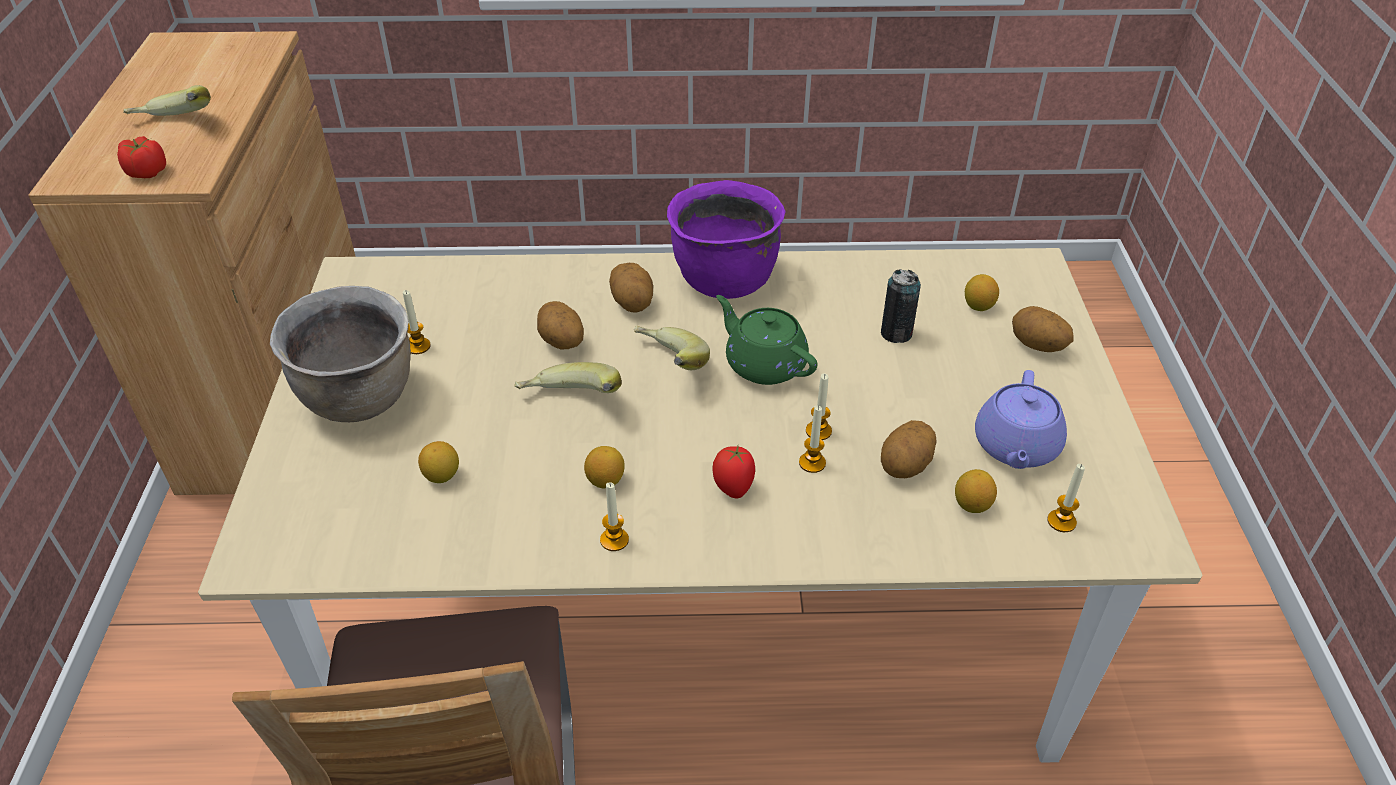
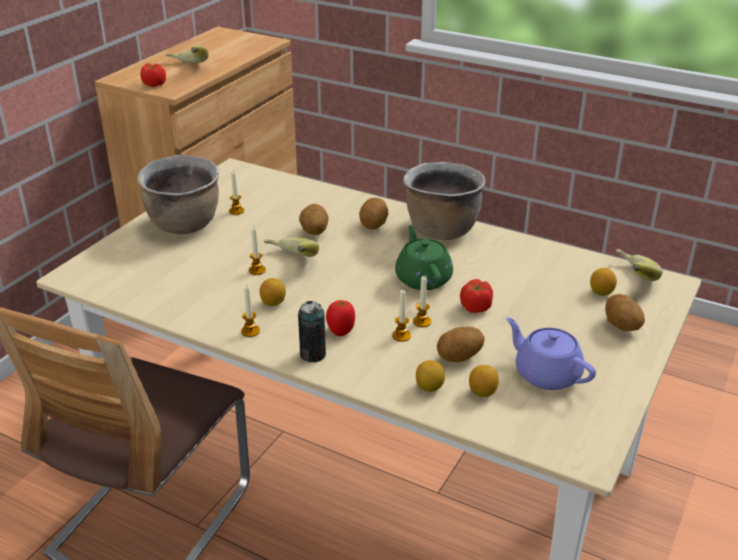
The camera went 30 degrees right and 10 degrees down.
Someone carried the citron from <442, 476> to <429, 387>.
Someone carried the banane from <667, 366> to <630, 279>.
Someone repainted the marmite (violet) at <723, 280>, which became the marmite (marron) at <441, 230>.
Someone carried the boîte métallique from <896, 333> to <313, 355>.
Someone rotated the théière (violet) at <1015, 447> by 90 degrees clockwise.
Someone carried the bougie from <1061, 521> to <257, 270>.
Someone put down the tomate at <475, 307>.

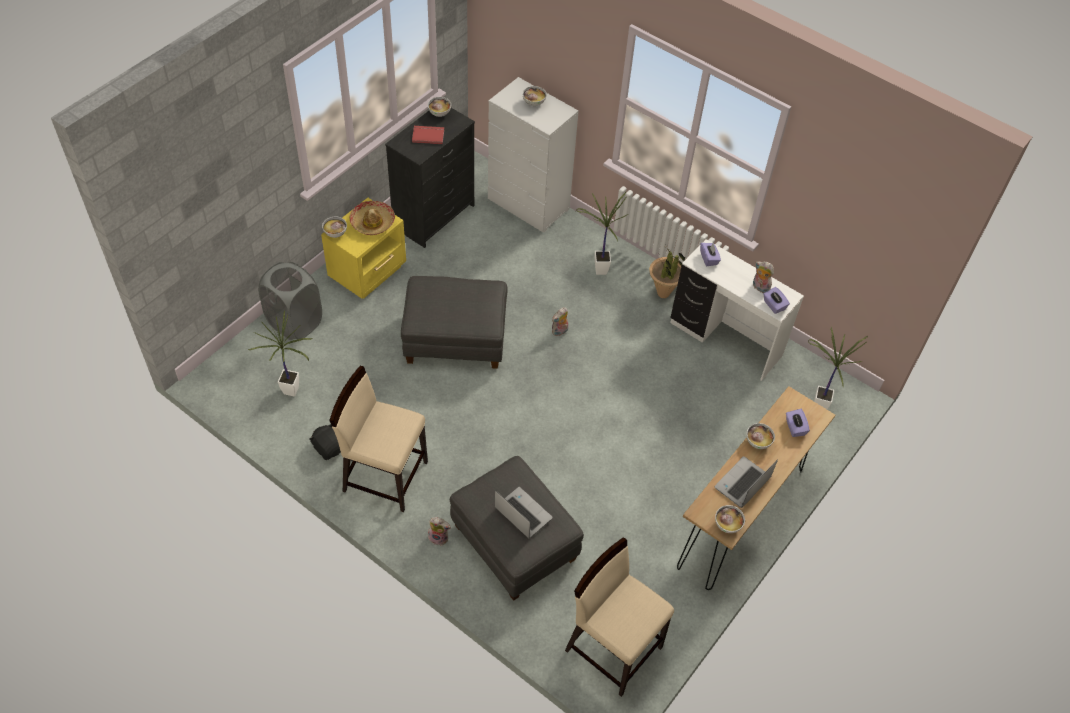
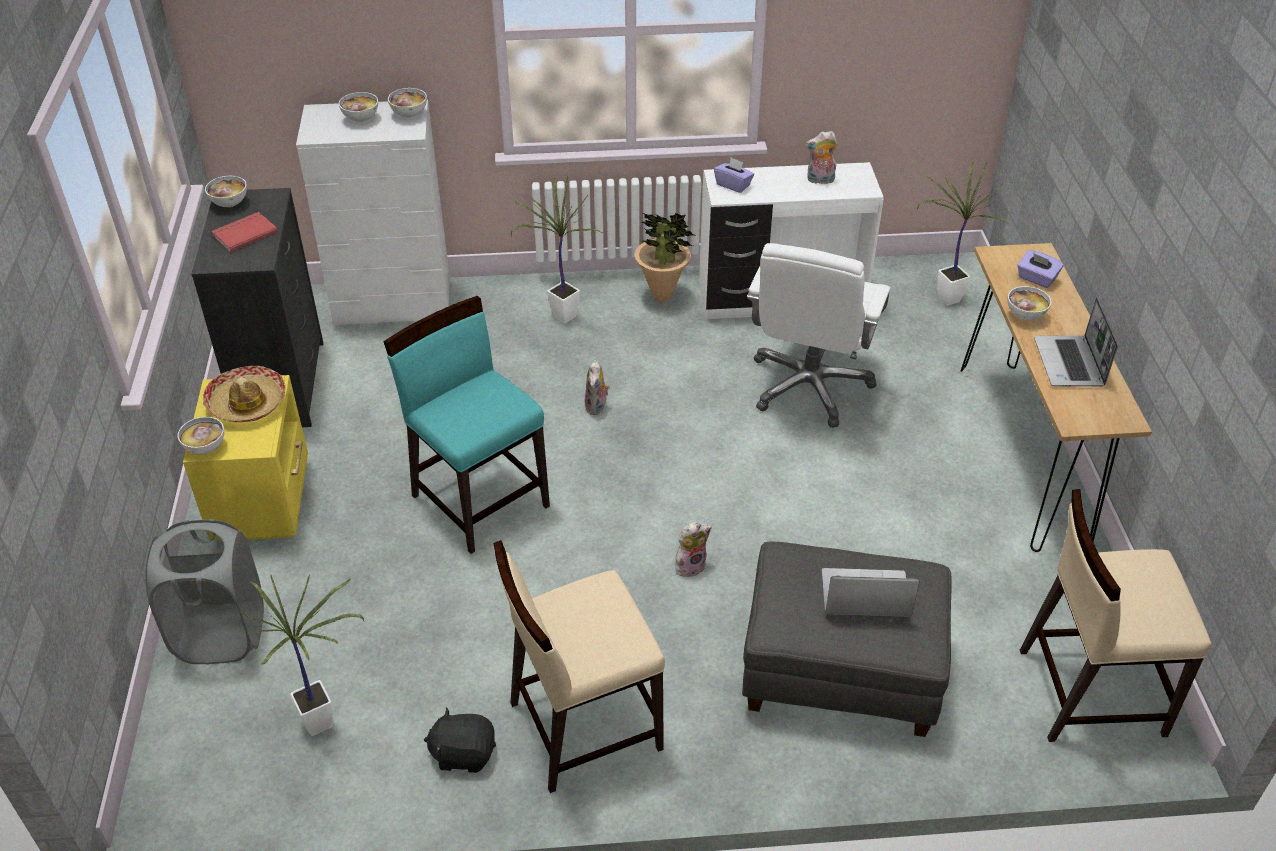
The camera went 40 degrees left and 10 degrees down.
Someone swapped the pouf (gris) at <456, 339> for the chaise (turquoise) at <480, 499>.
Someone carried the peluche from <439, 537> to <690, 565>.
Someone carried the bol from <727, 525> to <409, 114>.
Someone took away the boîte à mouchoirs (violet) at <774, 305>.
Someone put down the chaise de bureau (blanc) at <809, 386>.

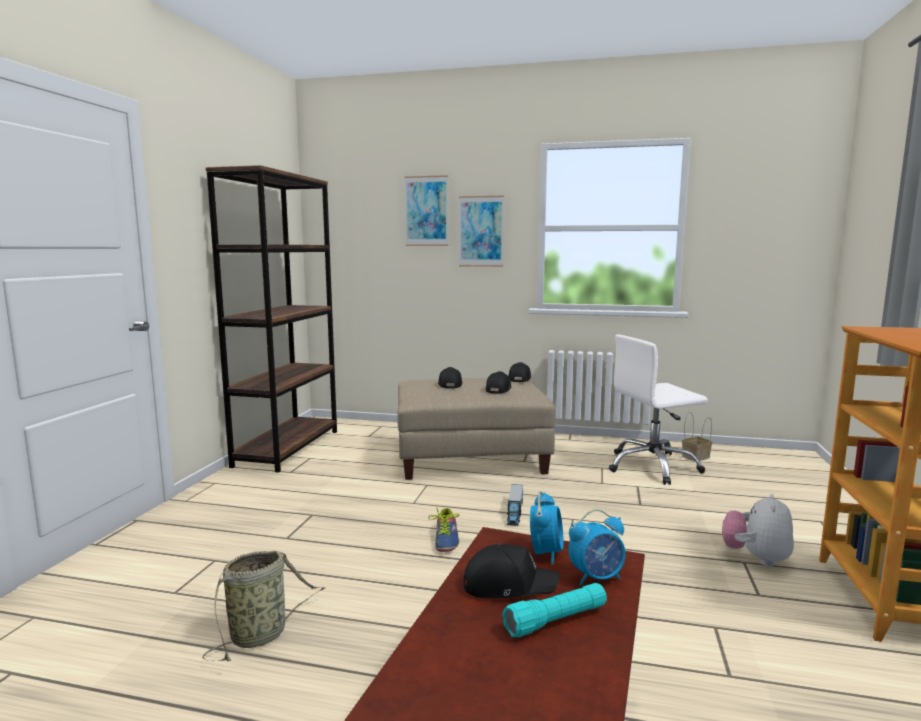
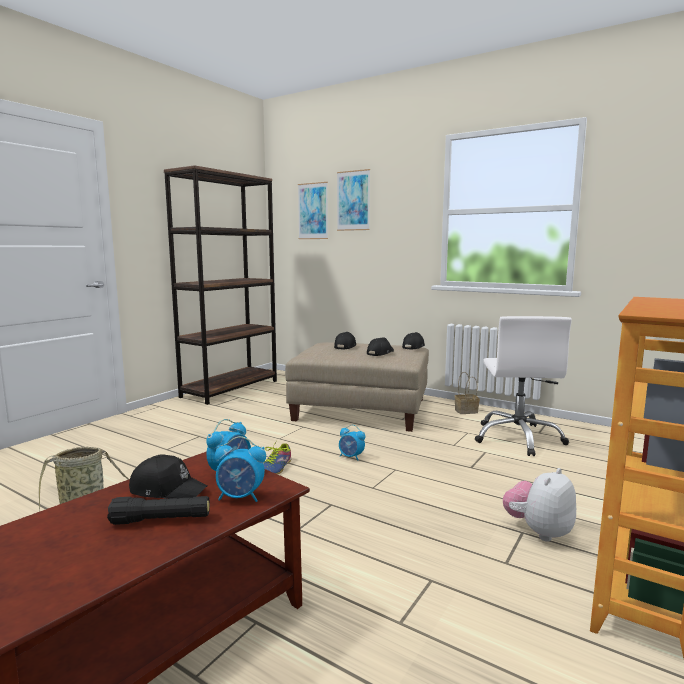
The camera went 20 degrees right and 0 degrees up.
Someone carried the tableau from <481, 231> to <313, 211>.
Someone repainted the lampe de poche (turquoise) at <556, 620>, which became the lampe de poche (noir) at <161, 520>.
Someone swapped the camion jouet at <515, 512> for the réveil at <351, 457>.
Someone rotated the chaise de bureau (blanc) at <652, 467> by 90 degrees counterclockwise.
Someone carried the panier from <696, 456> to <466, 411>.

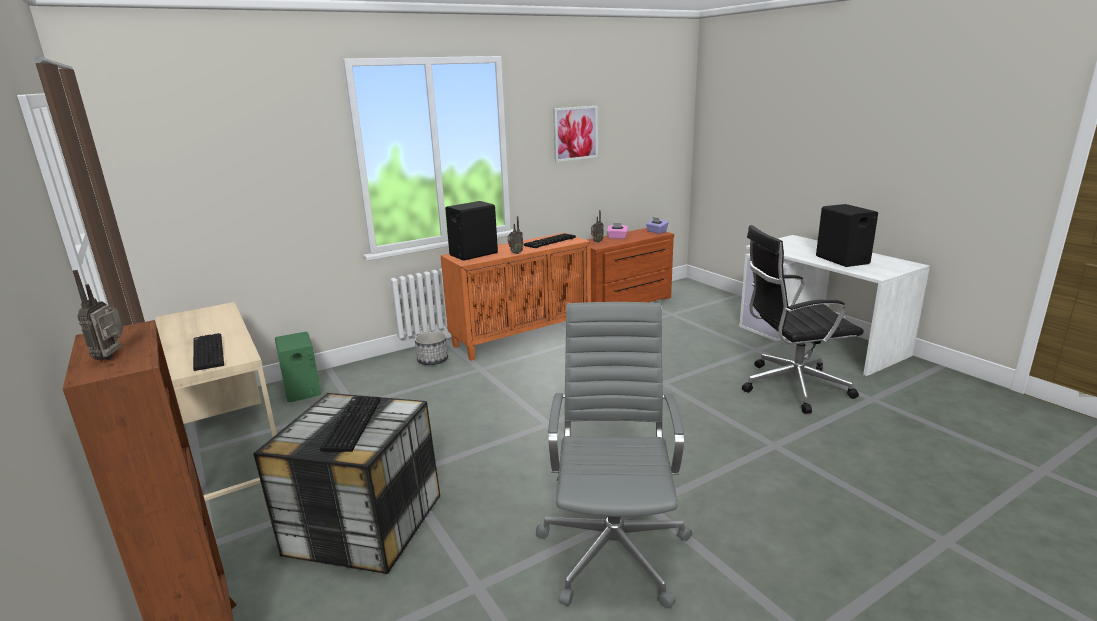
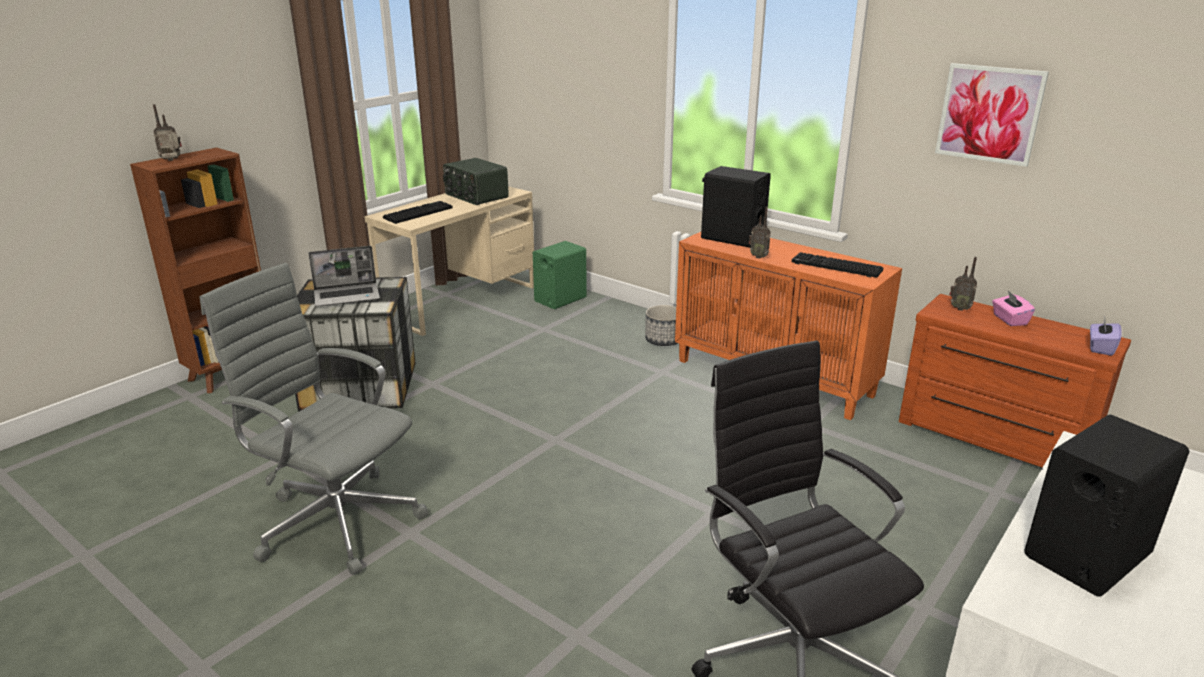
The camera went 70 degrees right and 5 degrees up.
Someone swapped the clavier at <351, 423> for the ordinateur portable at <348, 296>.
Someone rotated the chaise de bureau (gris) at <614, 548> by 135 degrees counterclockwise.
Someone put down the radio at <475, 196>.

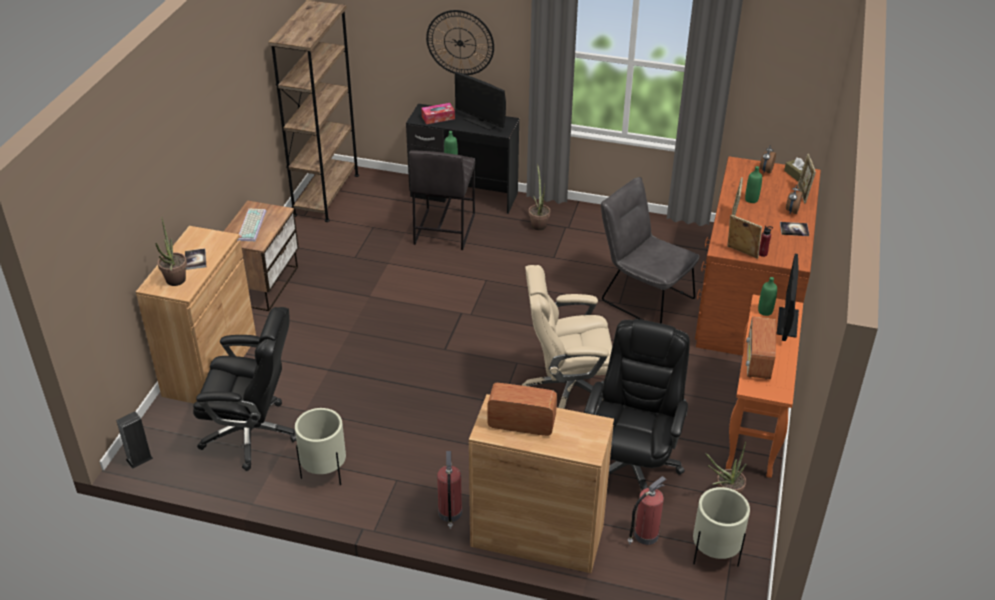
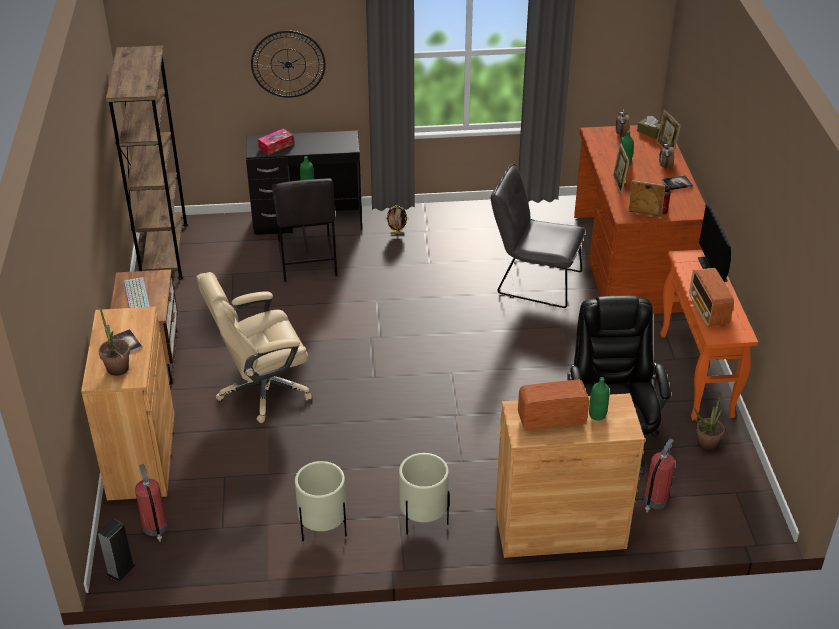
The camera went 20 degrees left and 0 degrees up.
Someone took away the chaise de bureau (noir) at <252, 434>.
Someone carried the extincteur from <450, 514> to <155, 528>.
Someone took away the écran d'ordinateur at <481, 121>.
Someone carried the chaise de bureau (beige) from <567, 389> to <262, 390>.
Someone swapped the plante en pot at <538, 223> for the cadre photo at <397, 233>.
Someone carried the cache-pot (beige) from <714, 554> to <423, 520>.
Someone carried the bouteille (vert) from <765, 311> to <597, 415>.

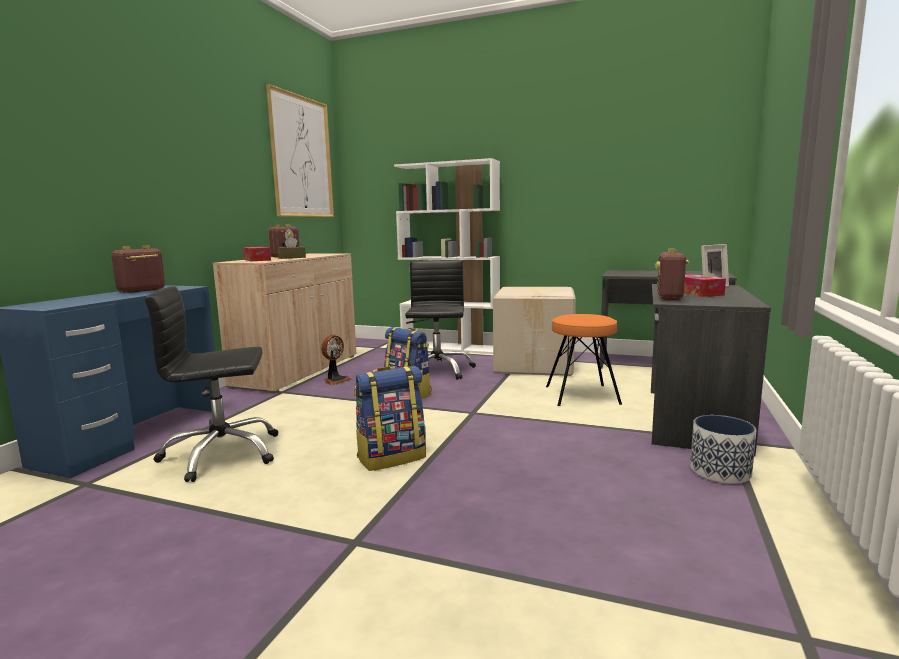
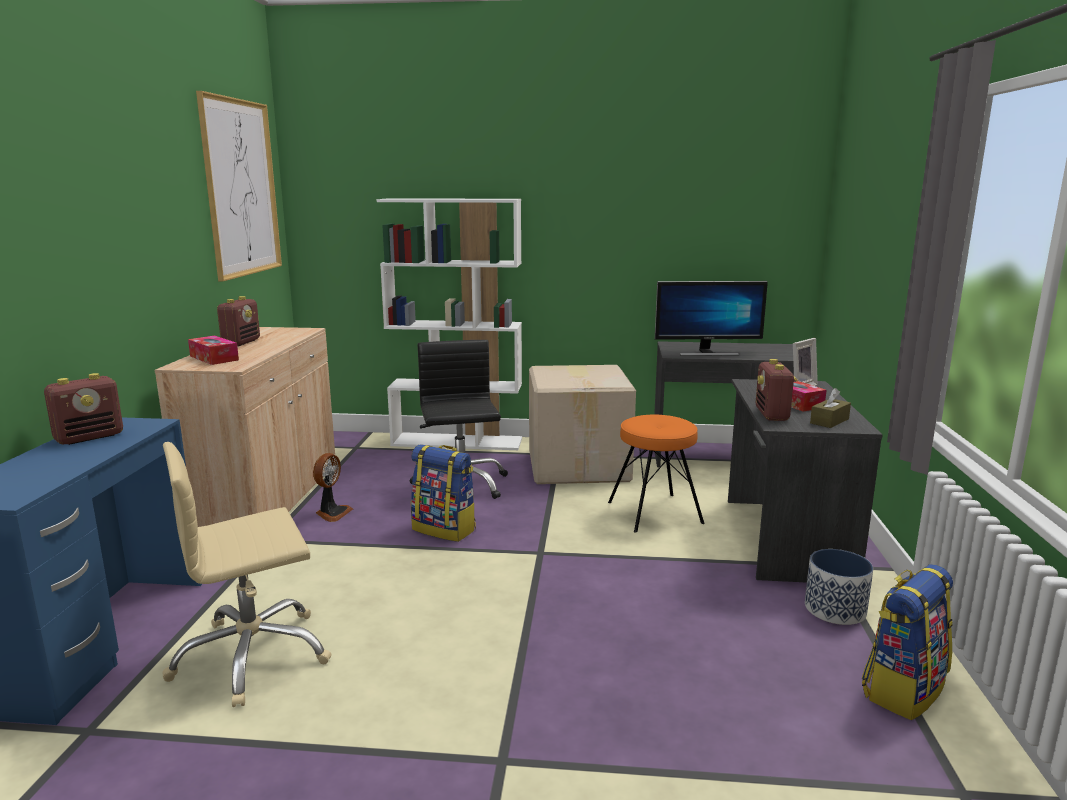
The camera went 15 degrees left and 5 degrees up.
Someone rotated the radio at <141, 290> by 150 degrees counterclockwise.
Someone repainted the chaise de bureau (noir) at <221, 454>, which became the chaise de bureau (beige) at <252, 656>.
Someone carried the boîte à mouchoirs (marron) from <292, 258> to <829, 421>.
Someone carried the sac à dos from <391, 457> to <902, 689>.
Someone put down the écran d'ordinateur at <707, 353>.

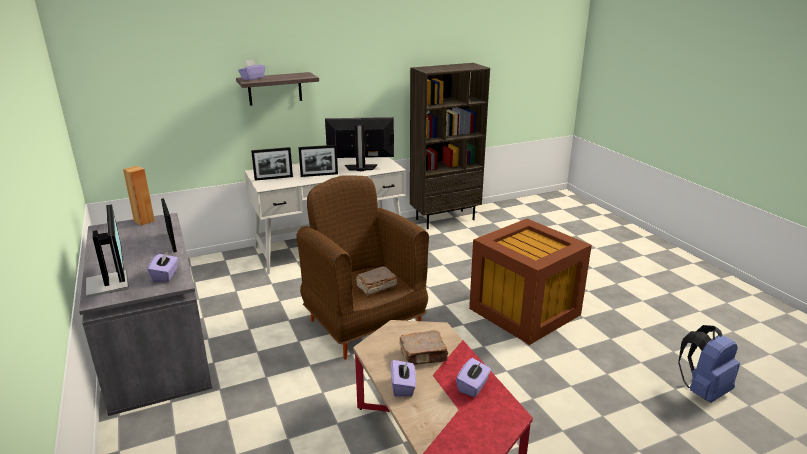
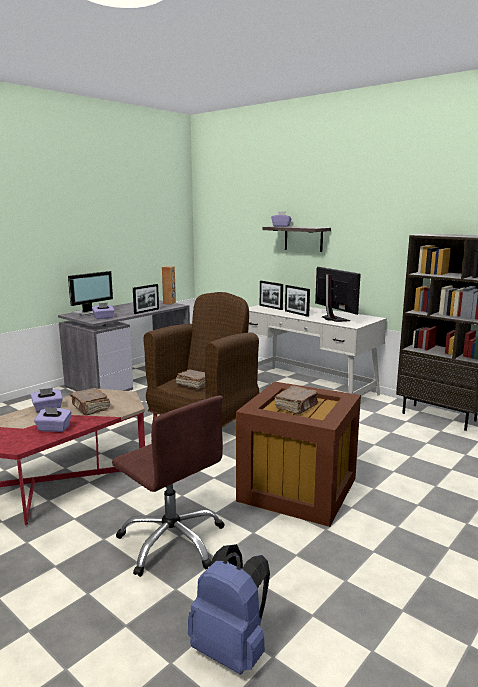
The camera went 65 degrees right and 10 degrees down.
Someone put down the chaise de bureau (marron) at <172, 541>.
Someone put down the livre (marron) at <297, 407>.

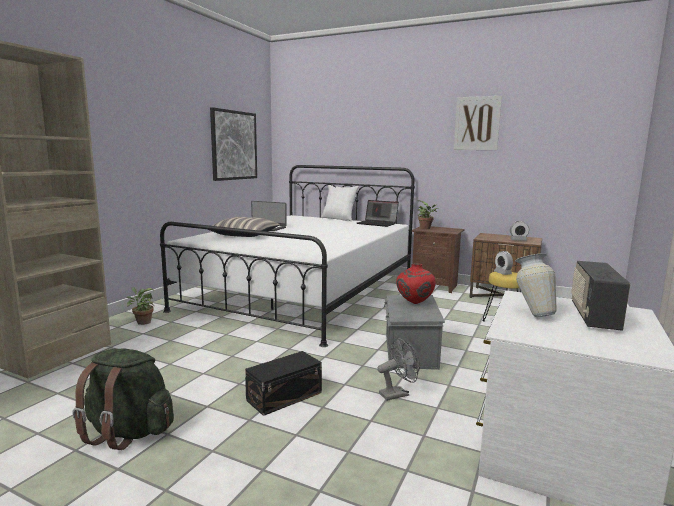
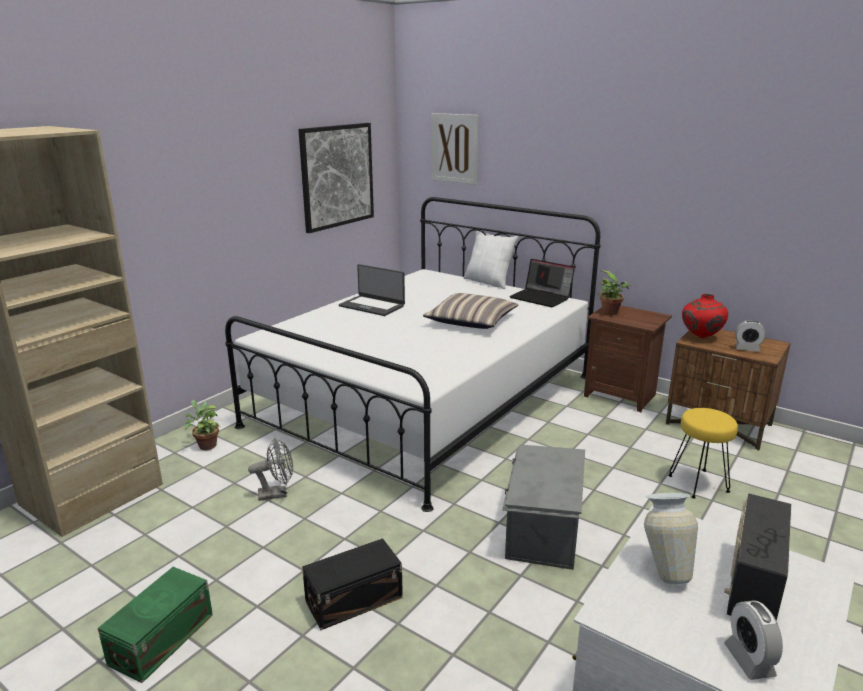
The camera went 10 degrees right and 10 degrees up.
Someone swapped the sac à dos (vert) at <128, 432> for the boîte de rangement (vert) at <159, 639>.
Someone carried the coussin from <244, 235> to <471, 321>.
Someone carried the ventilateur (gris) from <397, 393> to <277, 493>.
Someone carried the vase (rouge) from <414, 303> to <700, 337>.
Someone carried the tableau from <477, 123> to <454, 148>.
Someone carried the réveil from <502, 273> to <749, 660>.

